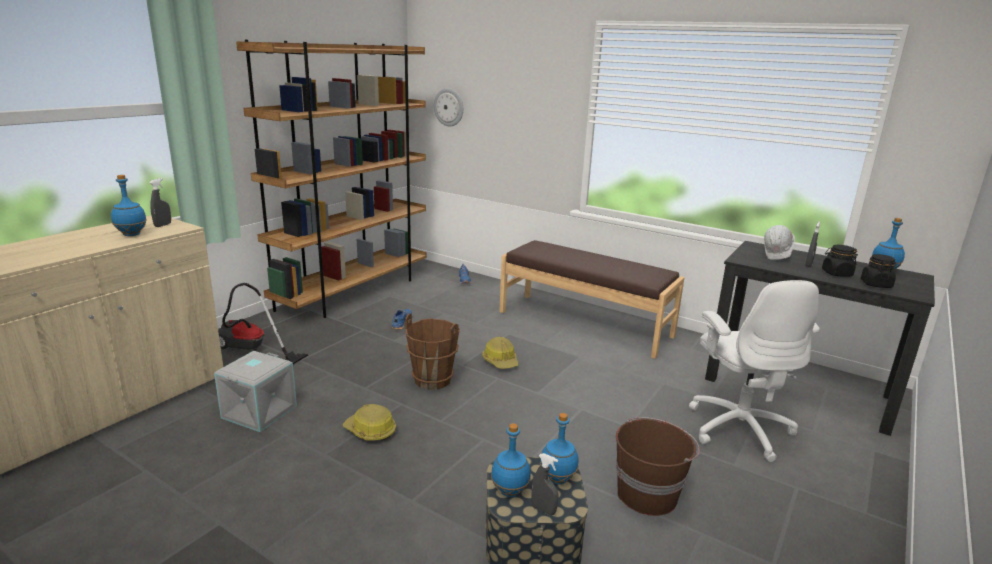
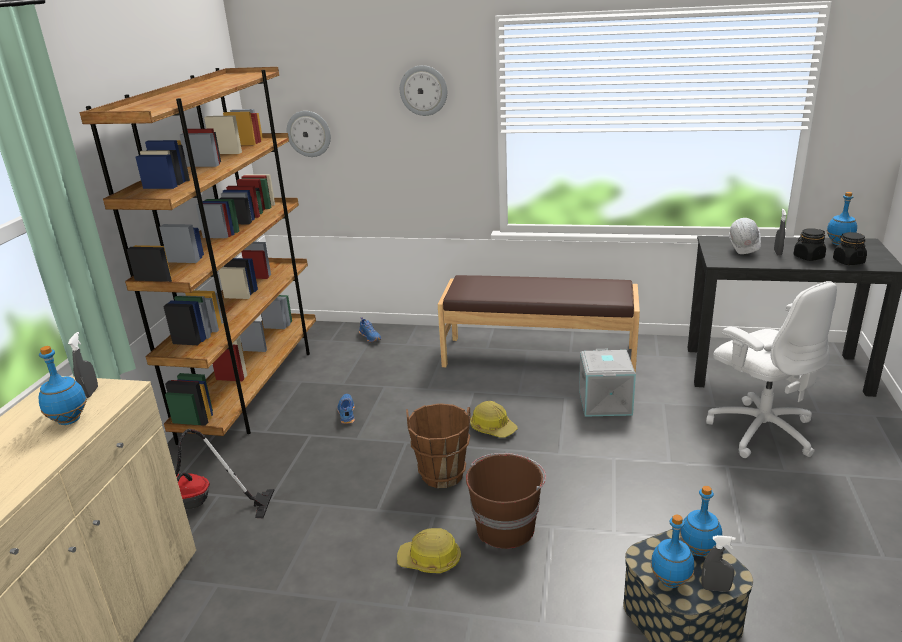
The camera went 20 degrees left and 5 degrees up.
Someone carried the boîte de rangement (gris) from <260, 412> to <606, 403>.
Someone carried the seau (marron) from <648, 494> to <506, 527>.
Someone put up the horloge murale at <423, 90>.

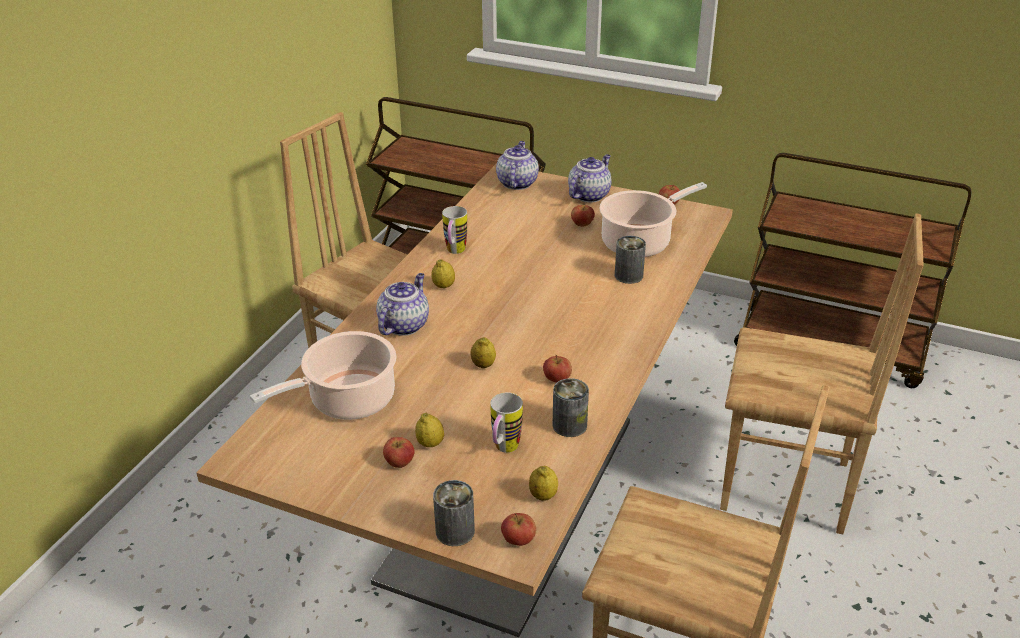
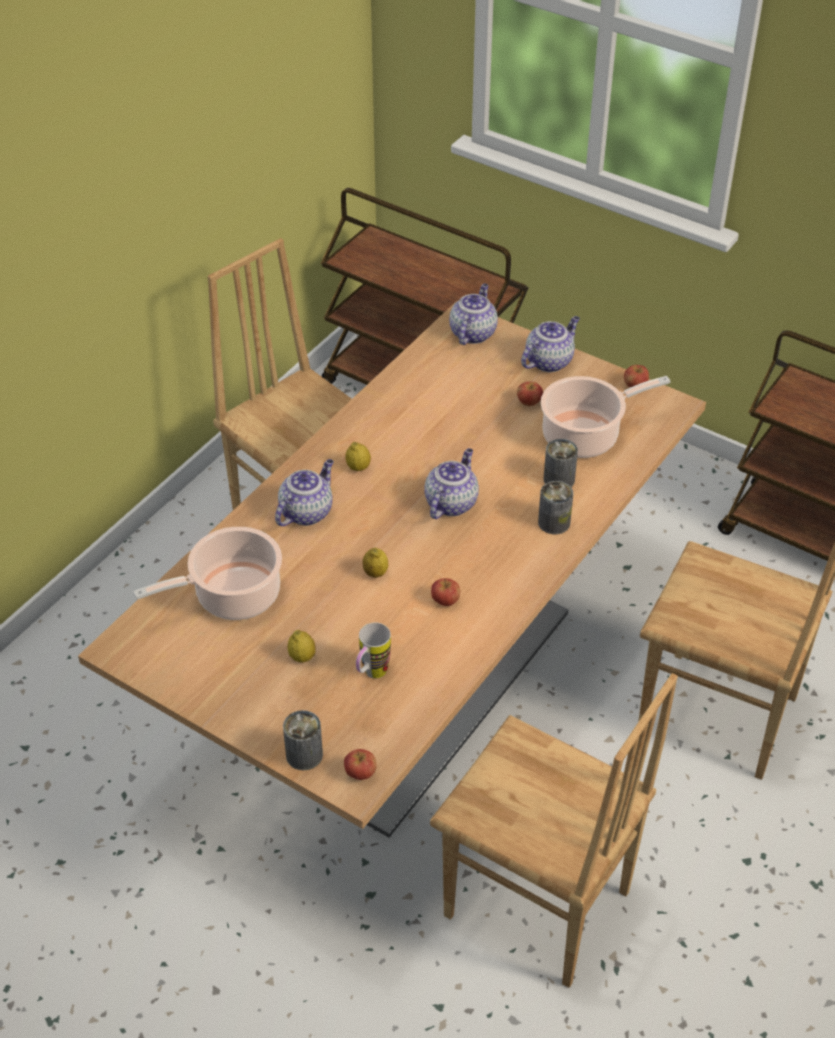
The camera went 10 degrees right and 10 degrees up.
Someone took away the pomme at <399, 462>.
Someone took away the mug at <454, 252>.
Someone took away the citron at <543, 495>.
Someone carried the boîte métallique from <569, 425> to <554, 522>.
Someone put down the théière at <451, 502>.

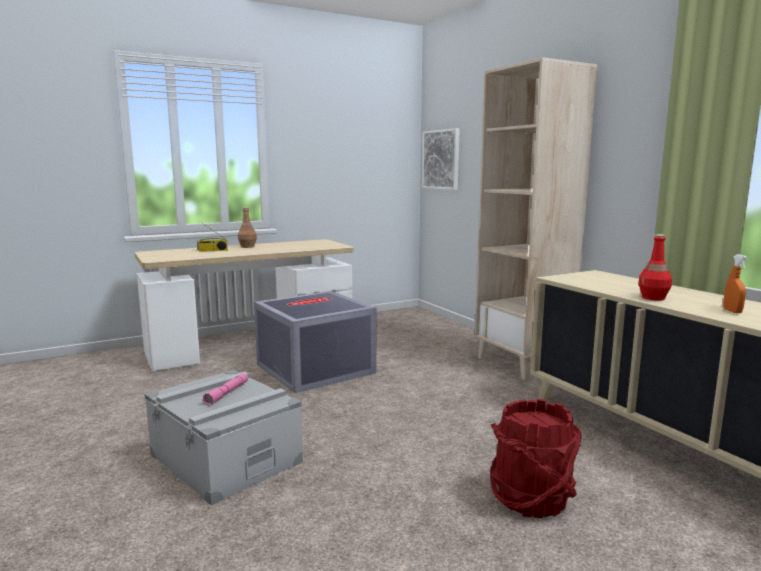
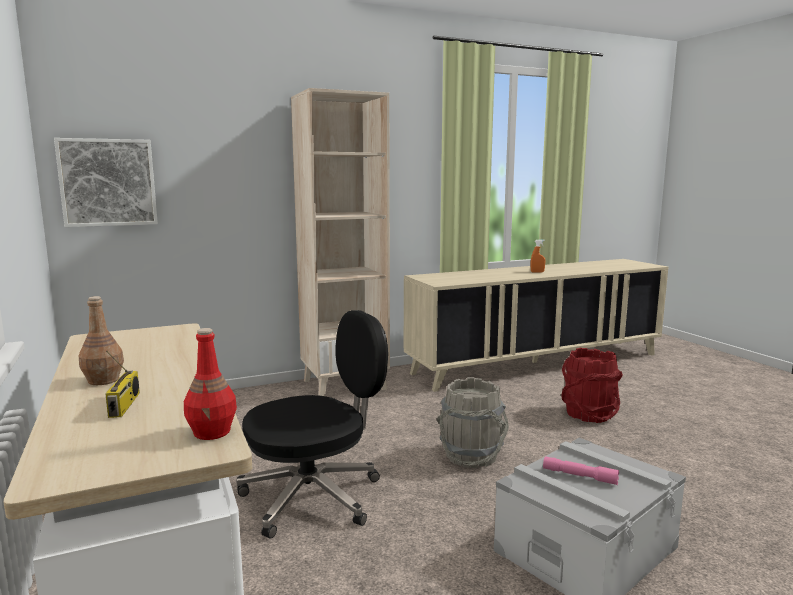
The camera went 85 degrees left and 0 degrees up.
Someone swapped the boîte de rangement (gris) at <315, 369> for the chaise de bureau (noir) at <314, 496>.
Someone carried the bouteille (rouge) from <653, 298> to <212, 432>.
Someone put down the seau (gris) at <470, 456>.

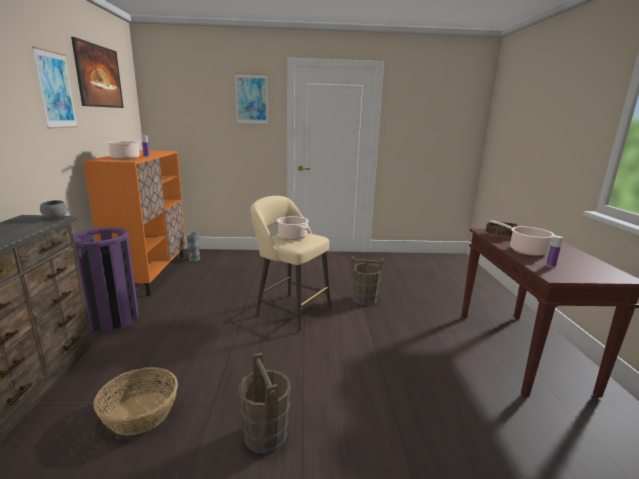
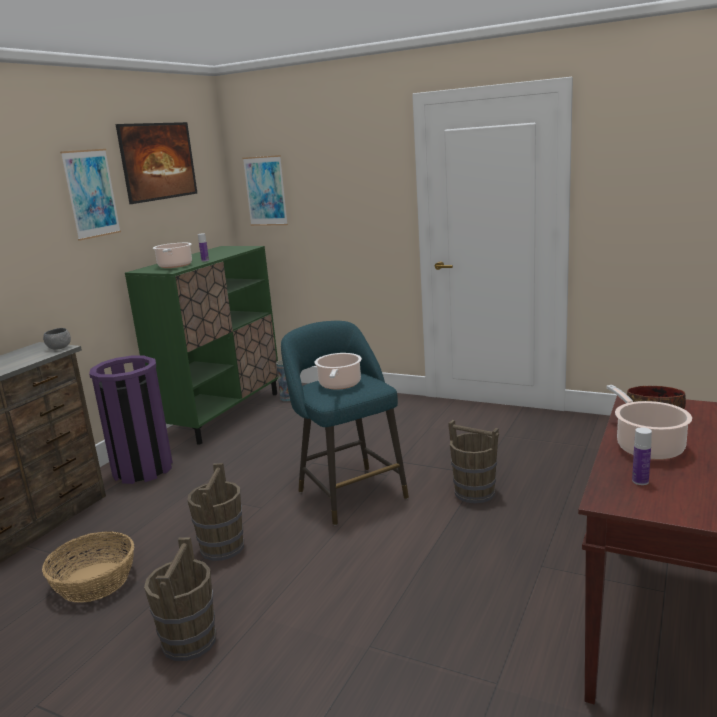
The camera went 30 degrees right and 0 degrees up.
Someone repainted the meuble de rangement (orange) at <151, 273>, which became the meuble de rangement (vert) at <223, 414>.
Someone carried the tableau from <251, 99> to <265, 191>.
Someone repainted the tabouret (beige) at <290, 310>, which became the tabouret (turquoise) at <349, 492>.
Someone put down the seau (marron) at <222, 547>.

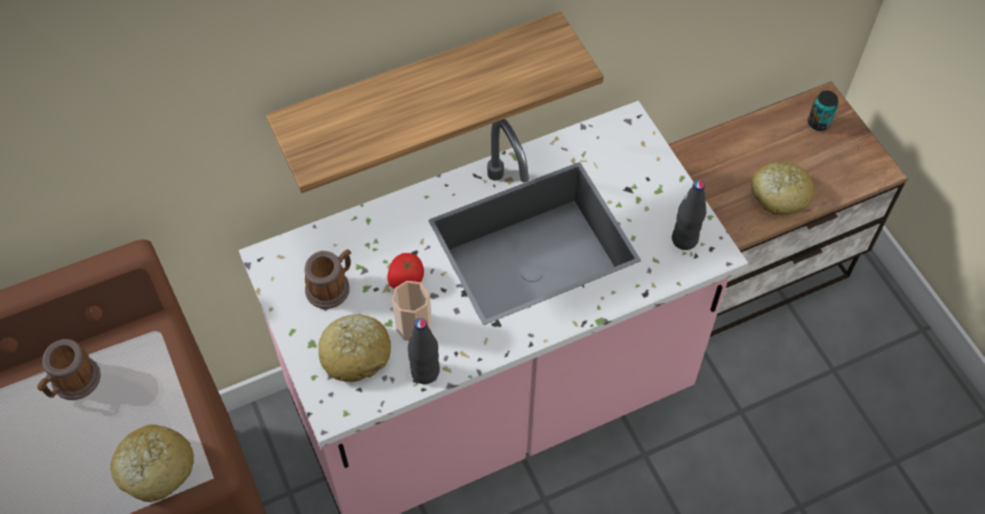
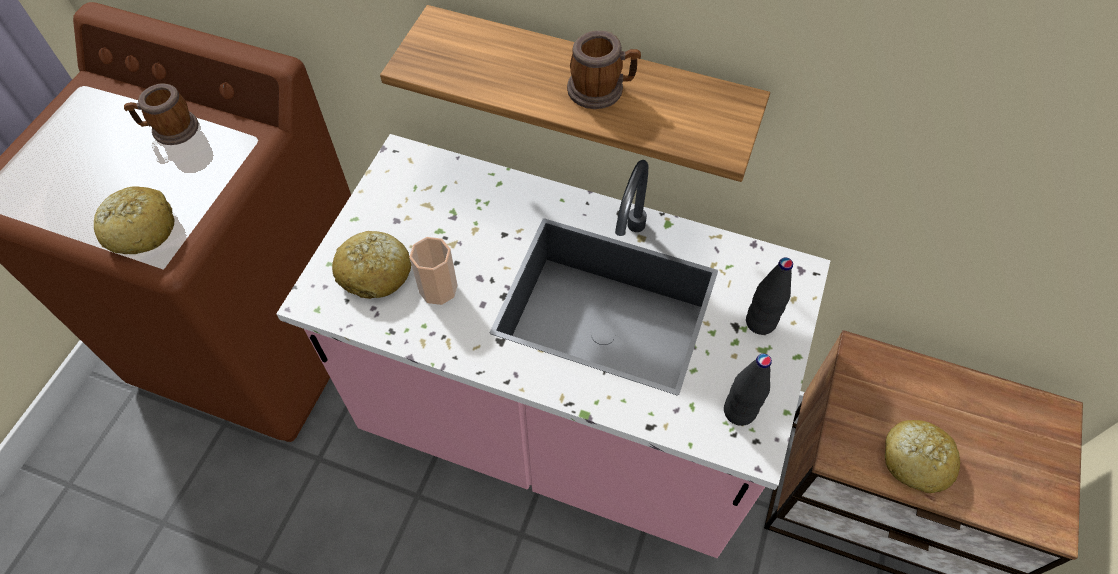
The camera went 45 degrees right and 0 degrees up.
Someone carried the mug from <331, 286> to <601, 89>.
Someone took away the tomate at <406, 280>.
Someone carried the bouteille (noir) from <425, 372> to <760, 322>.
Someone took away the boîte métallique at <818, 123>.

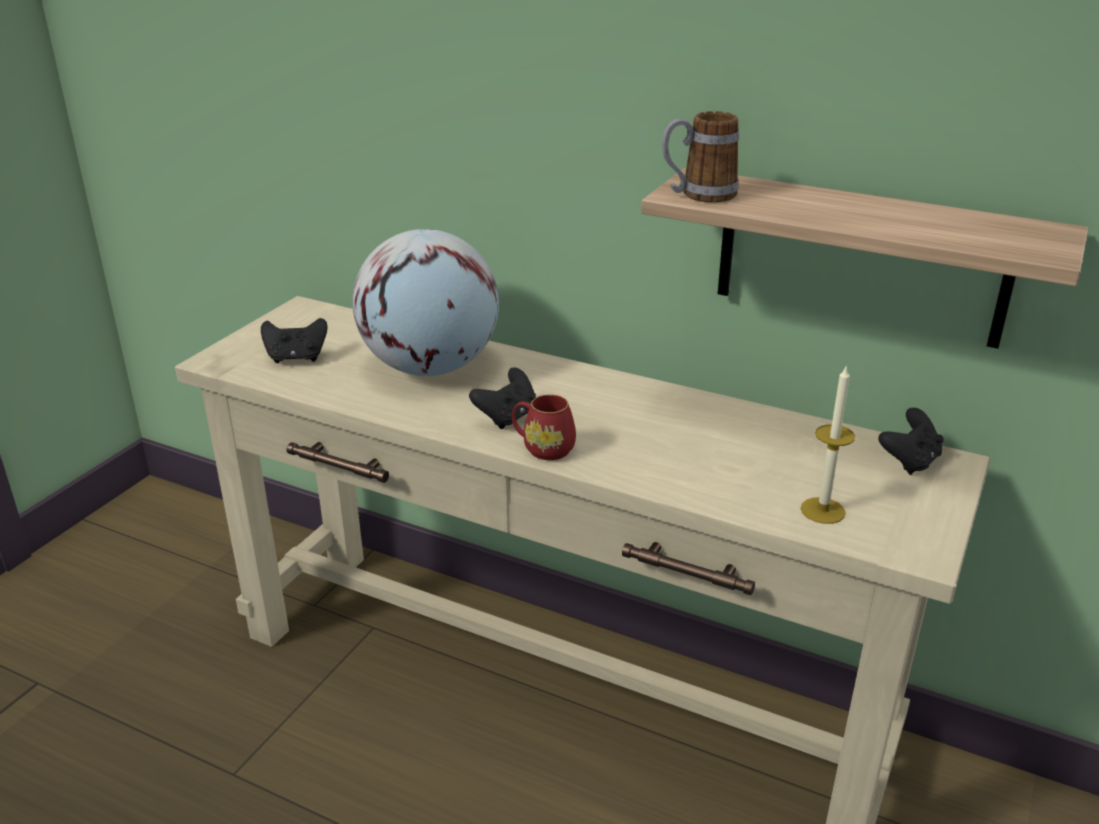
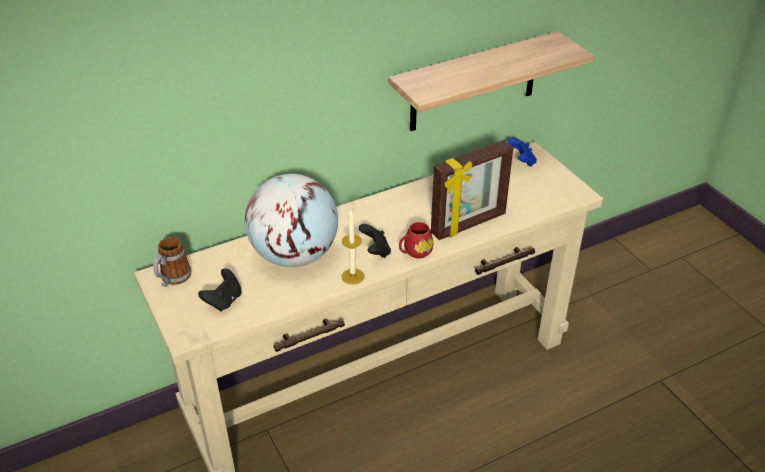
The camera went 55 degrees left and 10 degrees up.
Someone carried the mug from <698, 195> to <172, 279>.
Someone carried the bougie from <822, 510> to <353, 276>.
Someone repainted the manette (noir) at <909, 461>, which became the manette (bleu) at <522, 161>.
Someone put down the cadre photo at <469, 224>.

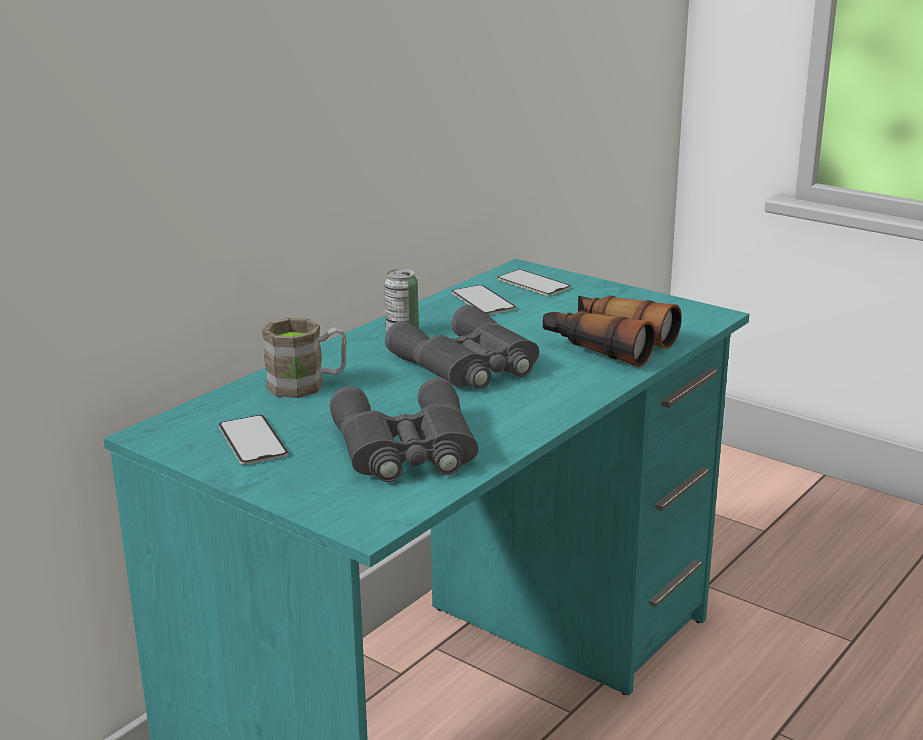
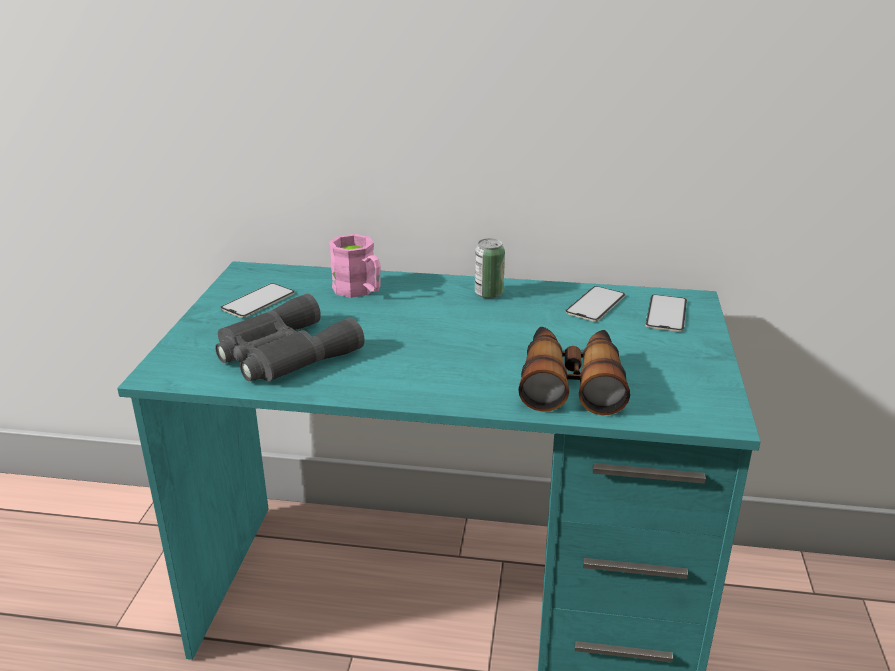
The camera went 60 degrees right and 5 degrees up.
Someone repainted the mug (marron) at <307, 385>, which became the mug (rose) at <360, 291>.
Someone took away the jumelles (gris) at <467, 365>.

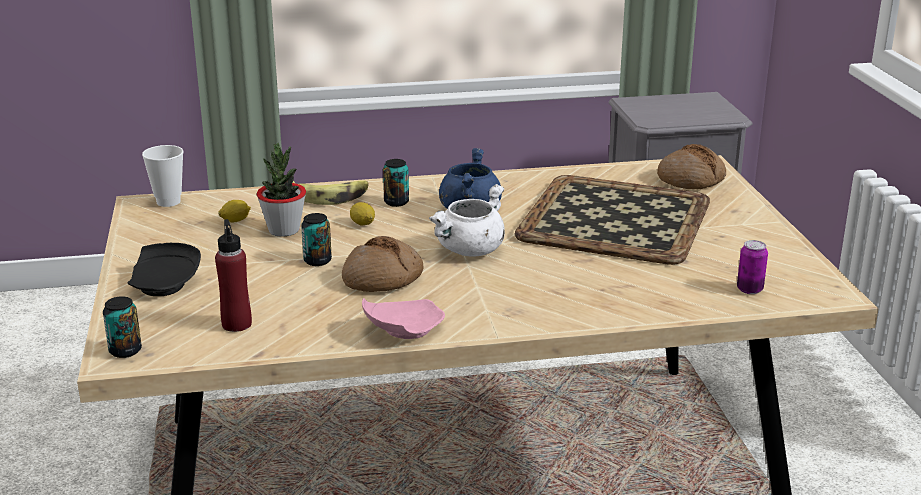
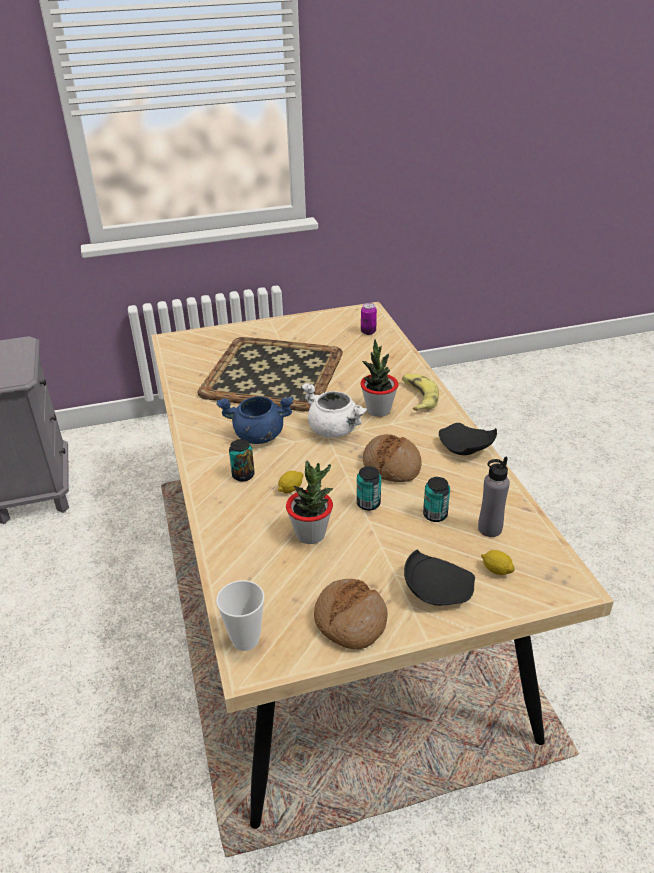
The camera went 95 degrees left and 10 degrees up.
Someone carried the boîte métallique from <125, 351> to <435, 515>.
Someone repainted the bouteille (rouge) at <237, 324>, which became the bouteille (gris) at <489, 529>.
Someone carried the citron from <235, 220> to <496, 570>.
Someone carried the banane from <330, 197> to <418, 397>.
Someone repainted the assiette (rose) at <402, 330>, which became the assiette (noir) at <465, 448>.
Someone carried the pain from <691, 179> to <350, 620>.
Someone put down the plante en pot at <378, 410>.

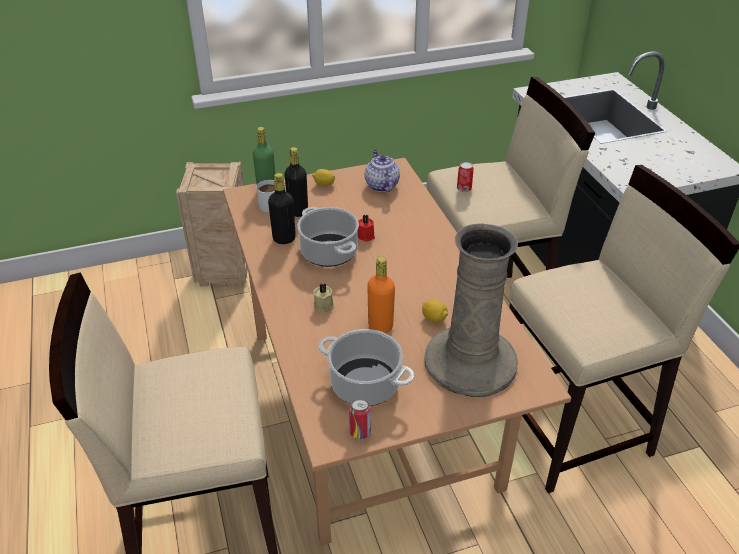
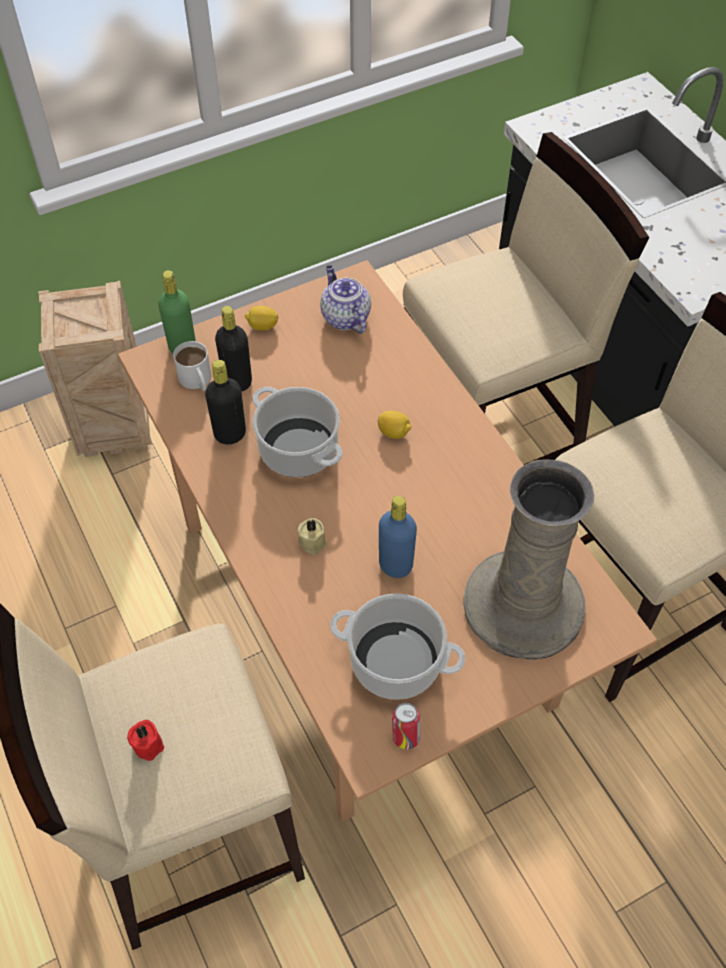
The camera went 10 degrees left and 15 degrees up.
Someone carried the bougie (rouge) from <366, 235> to <148, 743>.
Someone repainted the bouteille (orange) at <380, 326>, which became the bouteille (bleu) at <395, 565>.
Someone carried the citron from <434, 318> to <394, 432>.
Someone took away the boîte métallique at <464, 189>.

